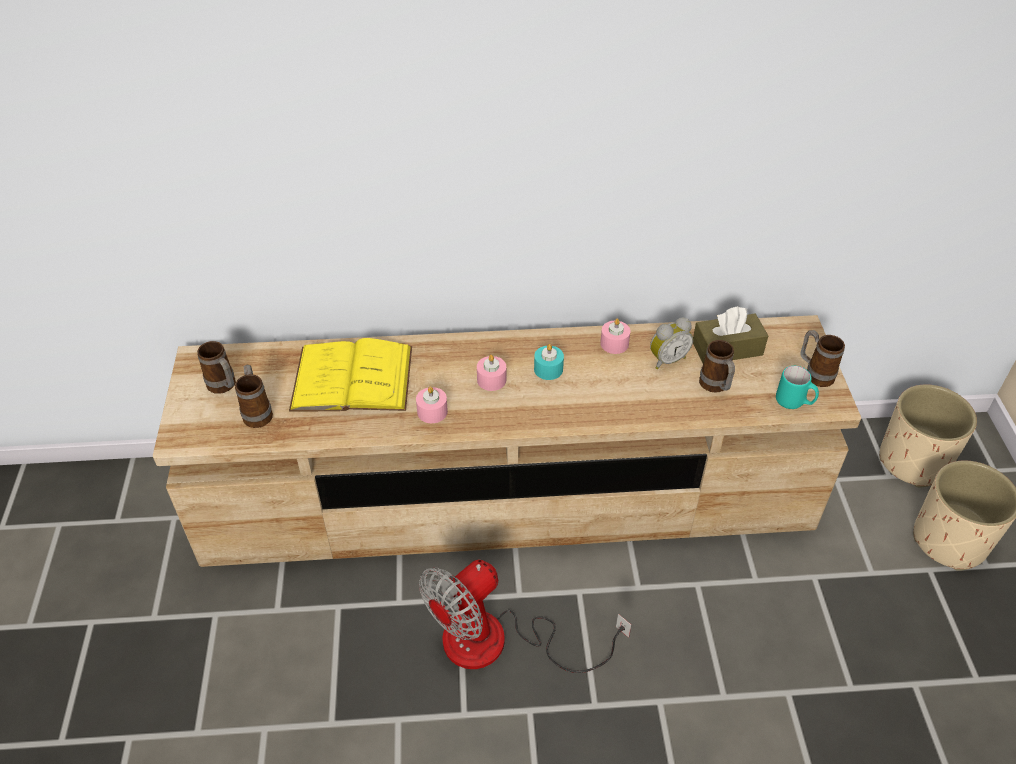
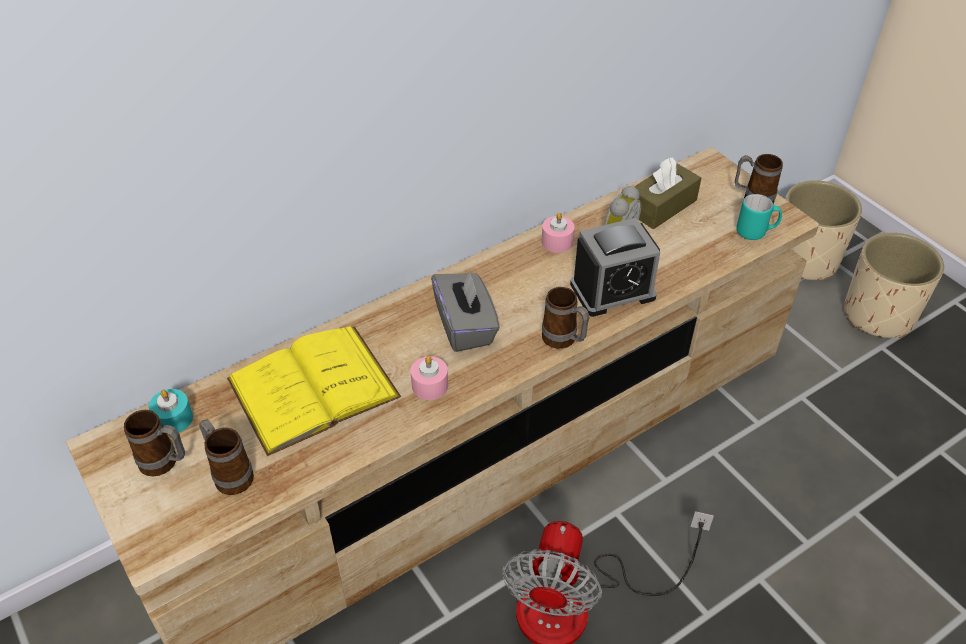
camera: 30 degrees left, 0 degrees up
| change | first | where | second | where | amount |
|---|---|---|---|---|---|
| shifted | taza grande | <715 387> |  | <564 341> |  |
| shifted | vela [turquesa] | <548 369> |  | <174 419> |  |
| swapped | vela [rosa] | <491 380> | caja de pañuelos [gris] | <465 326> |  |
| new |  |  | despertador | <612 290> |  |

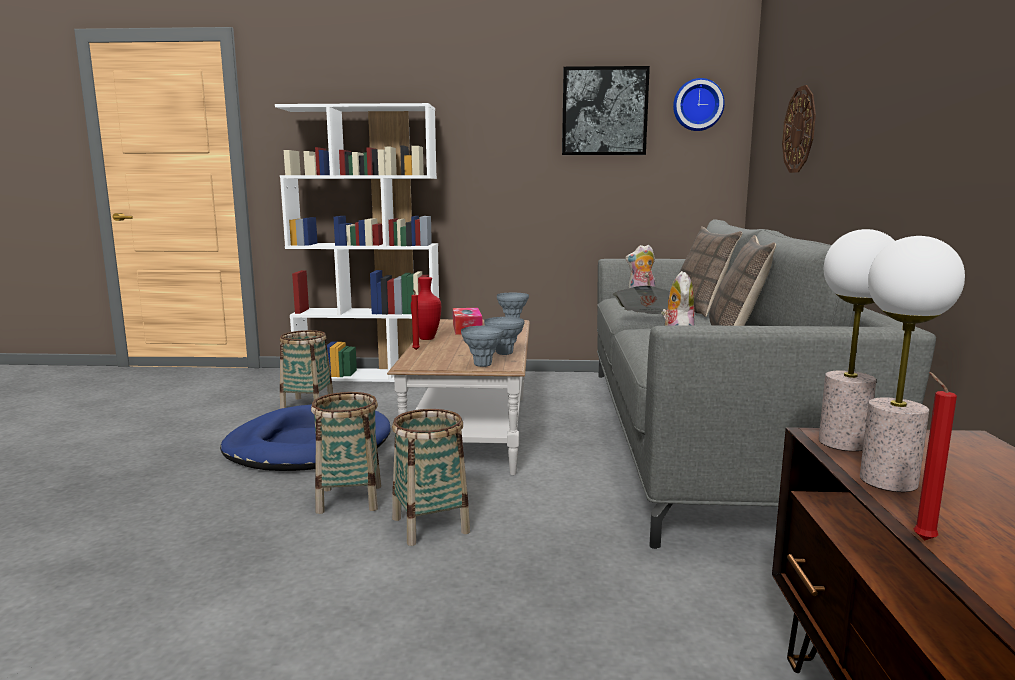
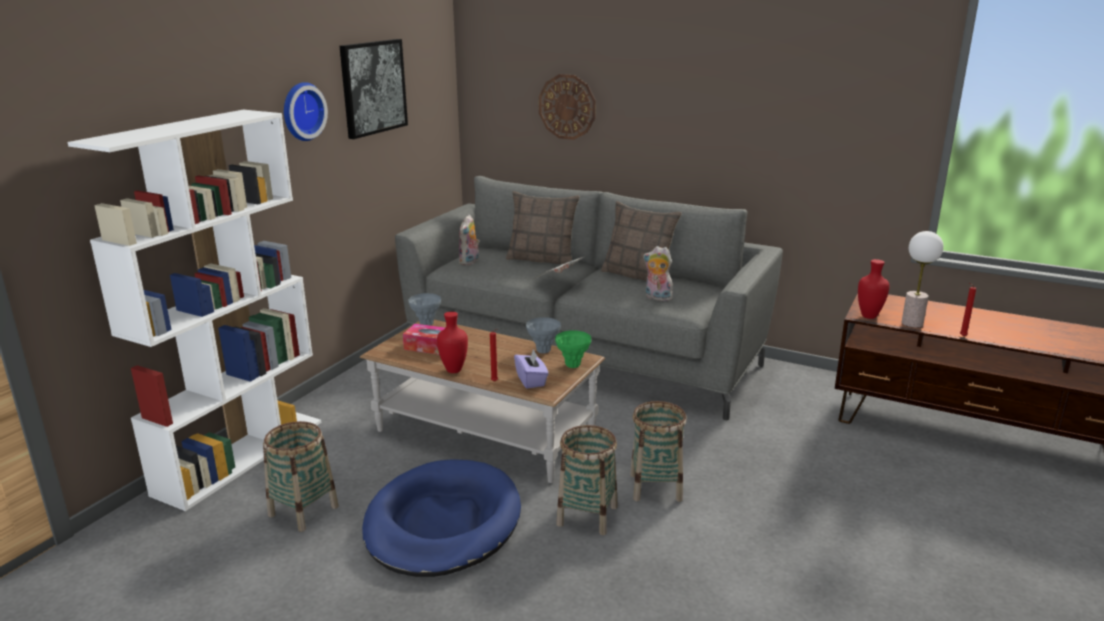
camera: 65 degrees left, 10 degrees up
| change | first | where | second | where | amount |
|---|---|---|---|---|---|
| shifted | reloj de pared | <697 105> |  | <301 111> |  |
| swapped | lámpara de mesa | <843 443> | florero [rojo] | <869 316> |  |
| repainted | florero [gris] | <482 365> | florero [verde] | <573 365> |  |
| new |  |  | caja de pañuelos [morado] | <531 380> |  |

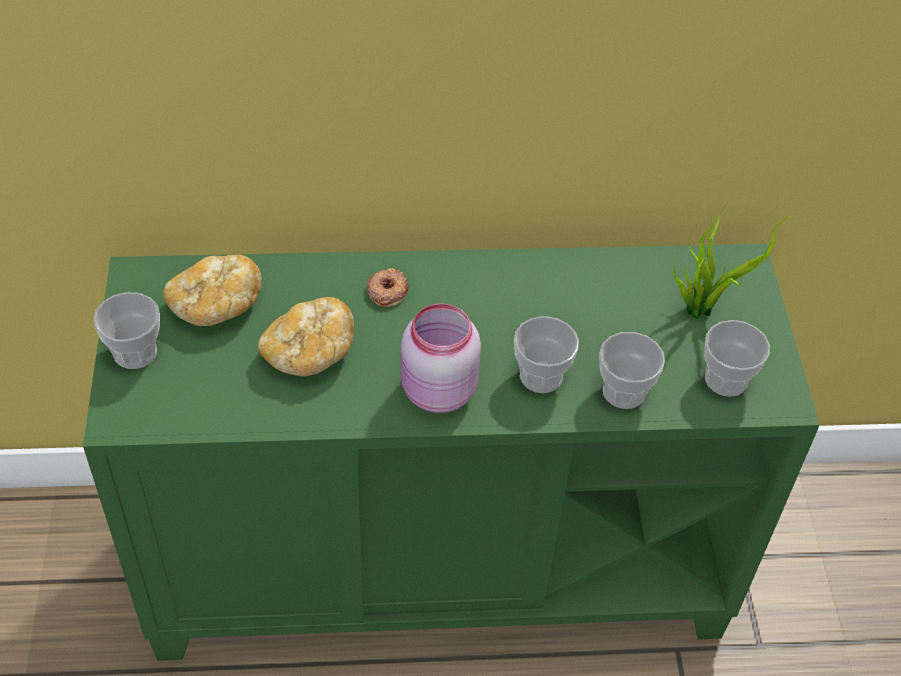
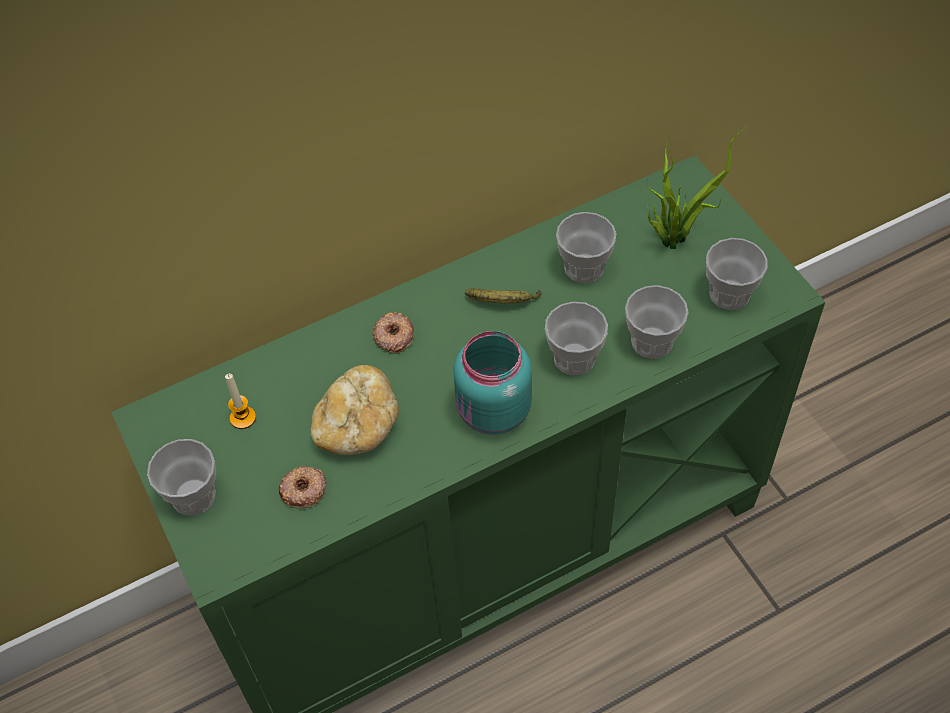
camera: 20 degrees left, 5 degrees up
| change | first | where | second | where | amount |
|---|---|---|---|---|---|
| swapped | pan | <215 306> | vela | <243 418> |  |
| repainted | tarro [rosa] | <436 392> | tarro [turquesa] | <492 412> |  |
| new |  |  | taza | <584 267> |  |
| new |  |  | plátano | <503 302> |  |
| new |  |  | rosquilla | <304 490> |  |

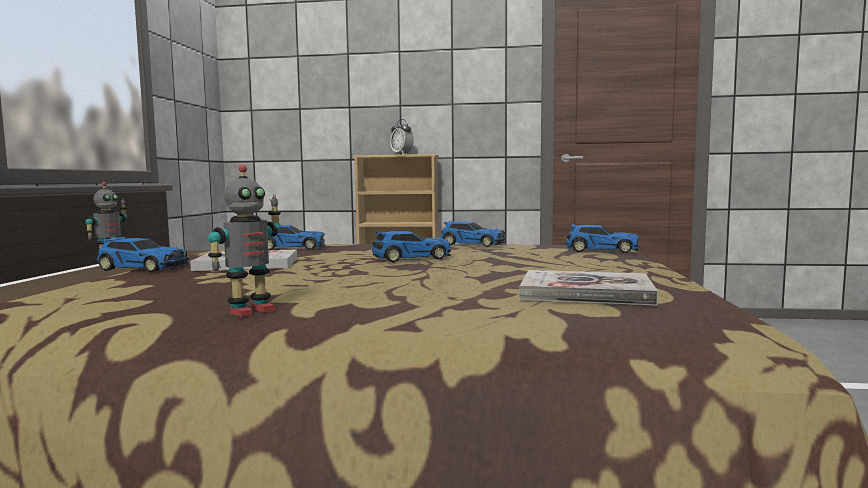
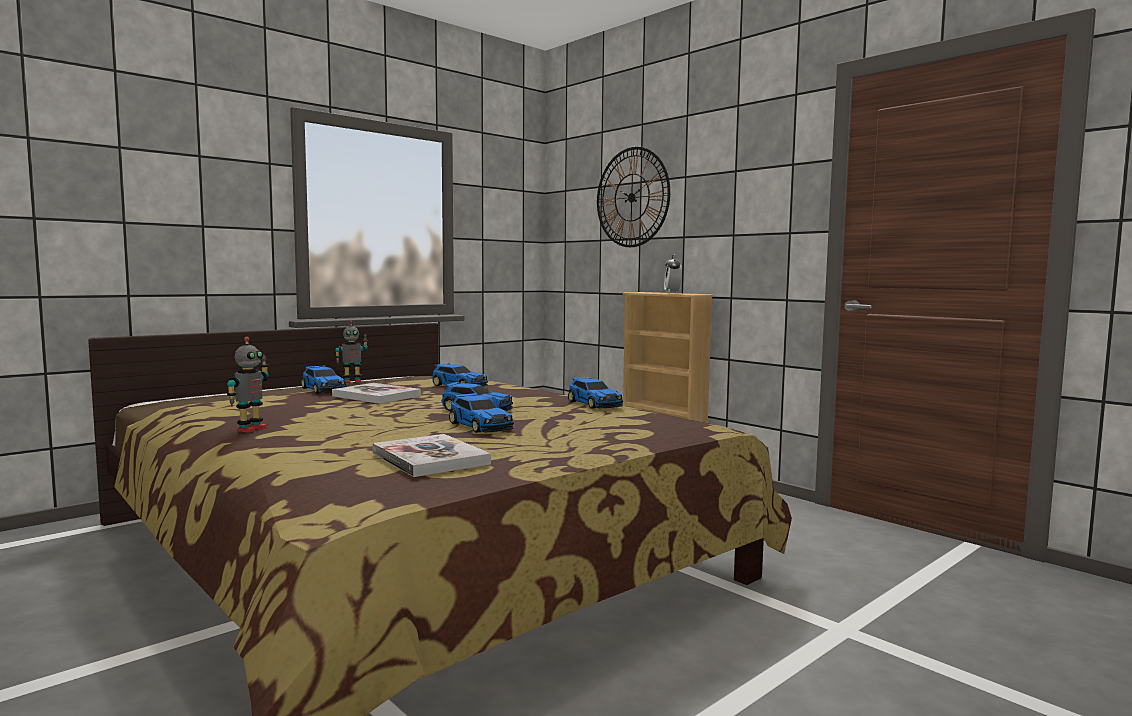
camera: 40 degrees right, 0 degrees up
| change | first | where | second | where | amount |
|---|---|---|---|---|---|
| rotated | robot de juguete | <250 311> |  | <251 429> | 60 degrees counterclockwise |
| shifted | coche de juguete | <600 250> |  | <480 426> |  |
| new |  |  | reloj de pared | <632 197> |  |

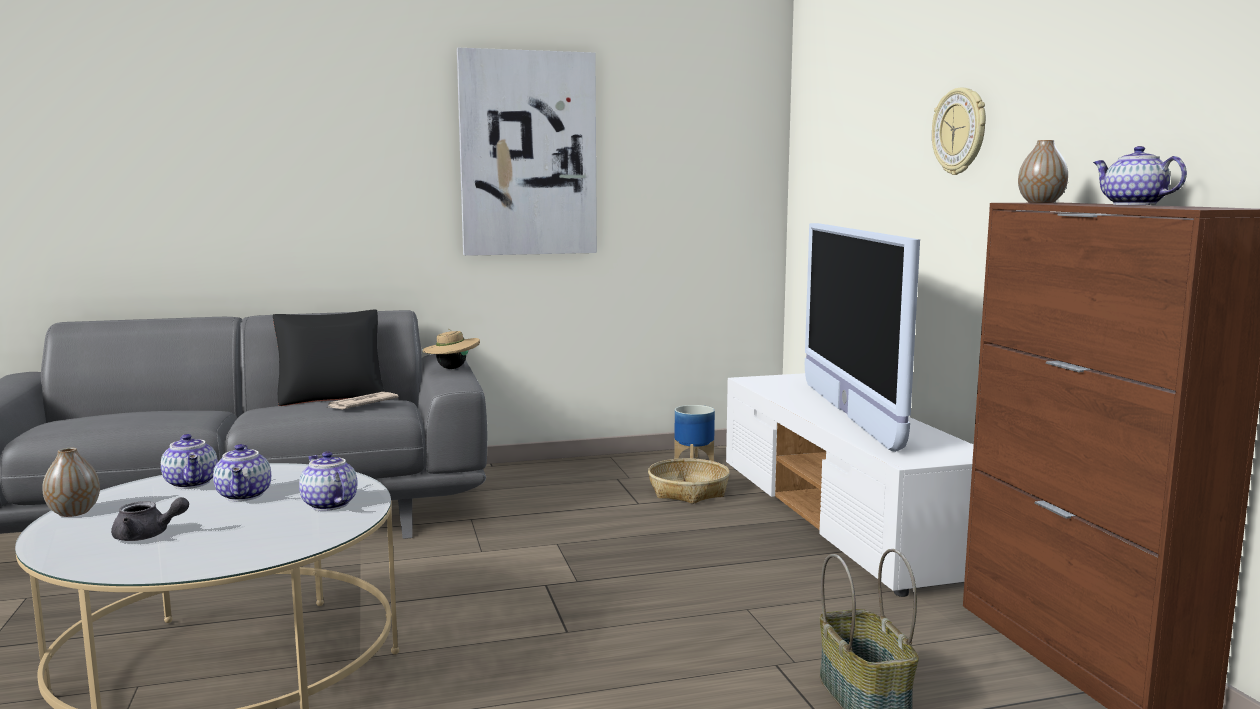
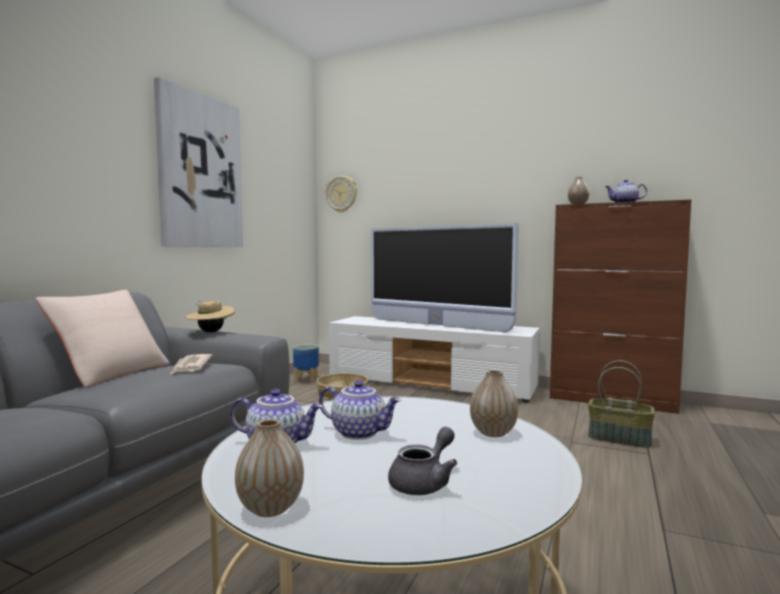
camera: 50 degrees left, 5 degrees down
| change | first | where | second | where | amount |
|---|---|---|---|---|---|
| shifted | reloj de pared | <960 131> |  | <341 194> |  |
| repainted | cojín [negro] | <331 396> | cojín [beis] | <110 372> |  |
| gone | tetera | <328 505> |  |  |  |
| new |  |  | florero | <493 433> |  |

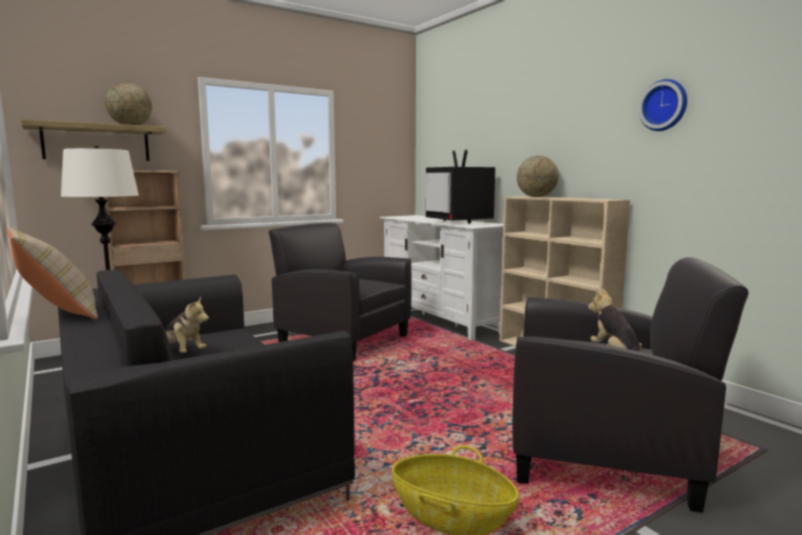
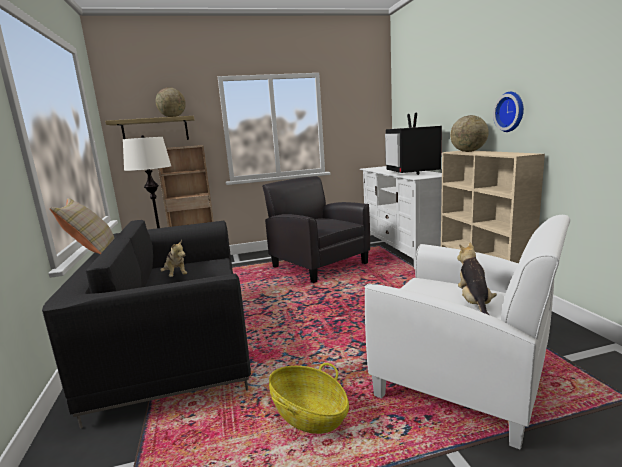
camera: 20 degrees right, 5 degrees up
| change | first | where | second | where | amount |
|---|---|---|---|---|---|
| shifted | reloj de pared | <664 105> |  | <511 111> |  |
| repainted | sillón [negro] | <602 453> | sillón [blanco] | <463 380> |  |

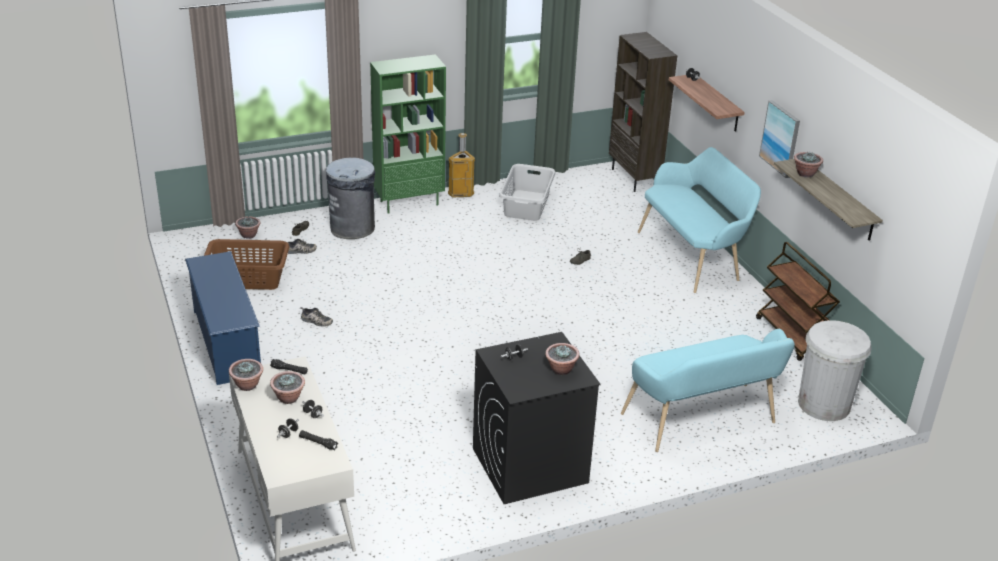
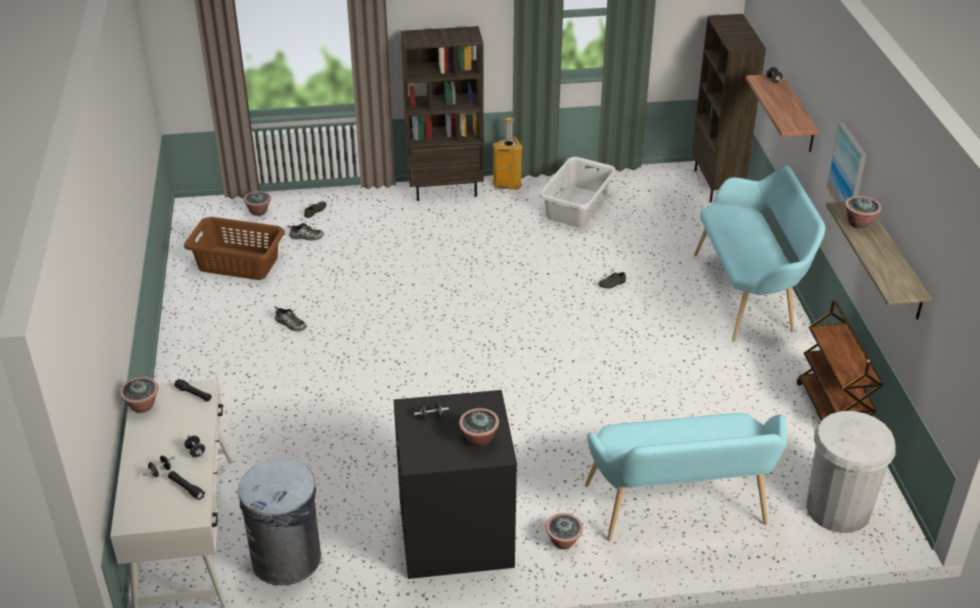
camera: 15 degrees right, 5 degrees up
| change | first | where | second | where | amount |
|---|---|---|---|---|---|
| repainted | estantería [verde] | <409 203> | estantería [marrón] | <446 190> |  |
| shifted | papelera [gris] | <353 228> |  | <287 558> |  |
| gone | zapatero [azul] | <226 343> |  |  |  |
| shifted | planta en maceta | <289 398> |  | <563 542> |  |

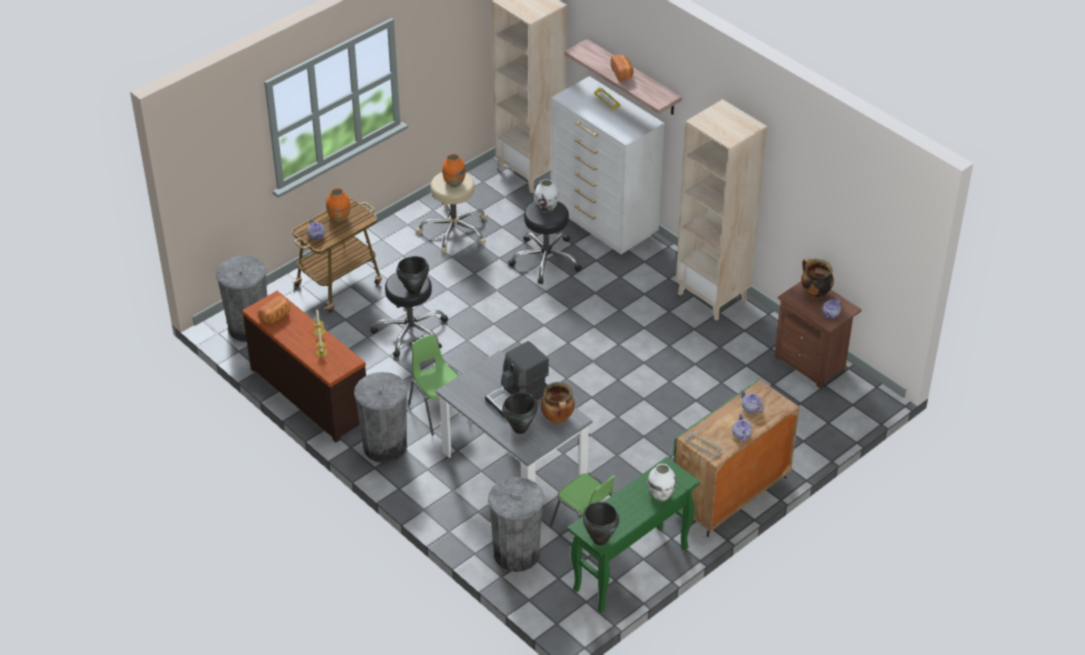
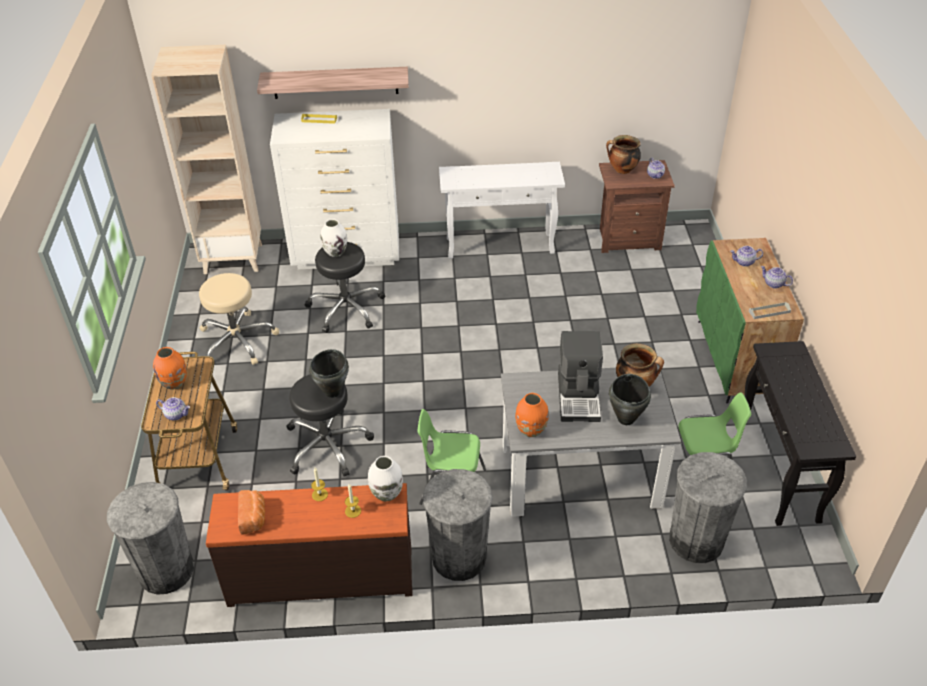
camera: 50 degrees left, 0 degrees up
| change | first | where | second | where | amount |
|---|---|---|---|---|---|
| gone | pan | <622 73> |  |  |  |
| swapped | estantería [beis] | <713 297> | mesa consola [blanco] | <501 246> |  |
| shifted | florero [naranja] | <454 183> |  | <531 431> |  |
| repainted | mesa consola [verde] | <630 570> | mesa consola [negro] | <779 471> |  |
| shifted | florero [blanco] | <660 495> |  | <386 494> |  |
| gone | olla [negro] | <600 540> |  |  |  |

